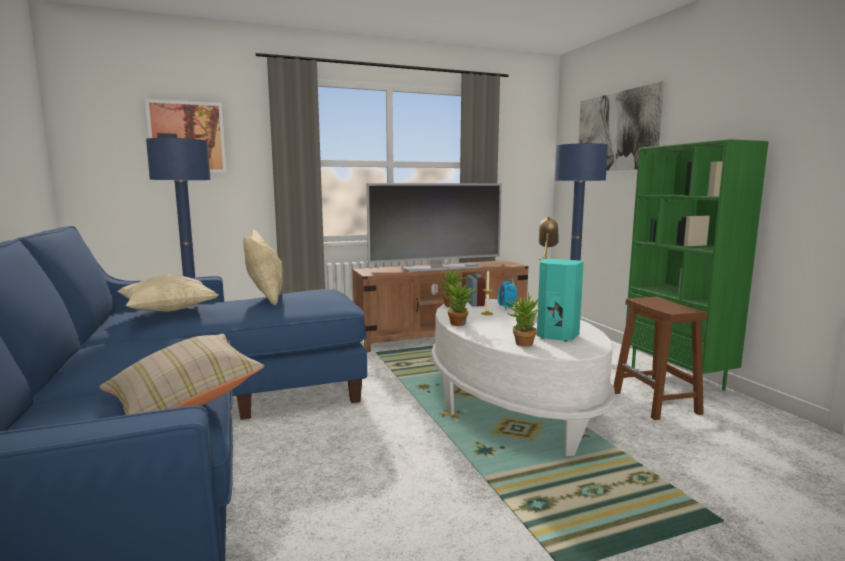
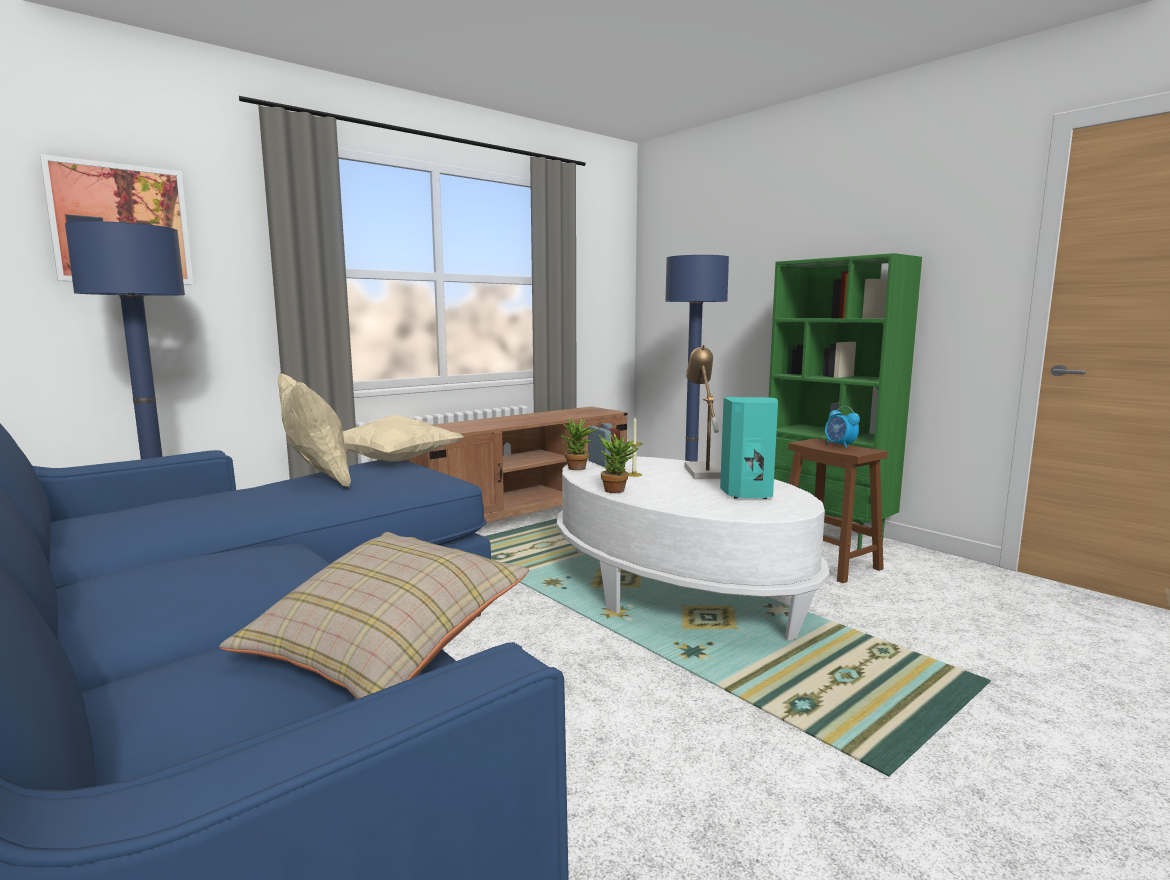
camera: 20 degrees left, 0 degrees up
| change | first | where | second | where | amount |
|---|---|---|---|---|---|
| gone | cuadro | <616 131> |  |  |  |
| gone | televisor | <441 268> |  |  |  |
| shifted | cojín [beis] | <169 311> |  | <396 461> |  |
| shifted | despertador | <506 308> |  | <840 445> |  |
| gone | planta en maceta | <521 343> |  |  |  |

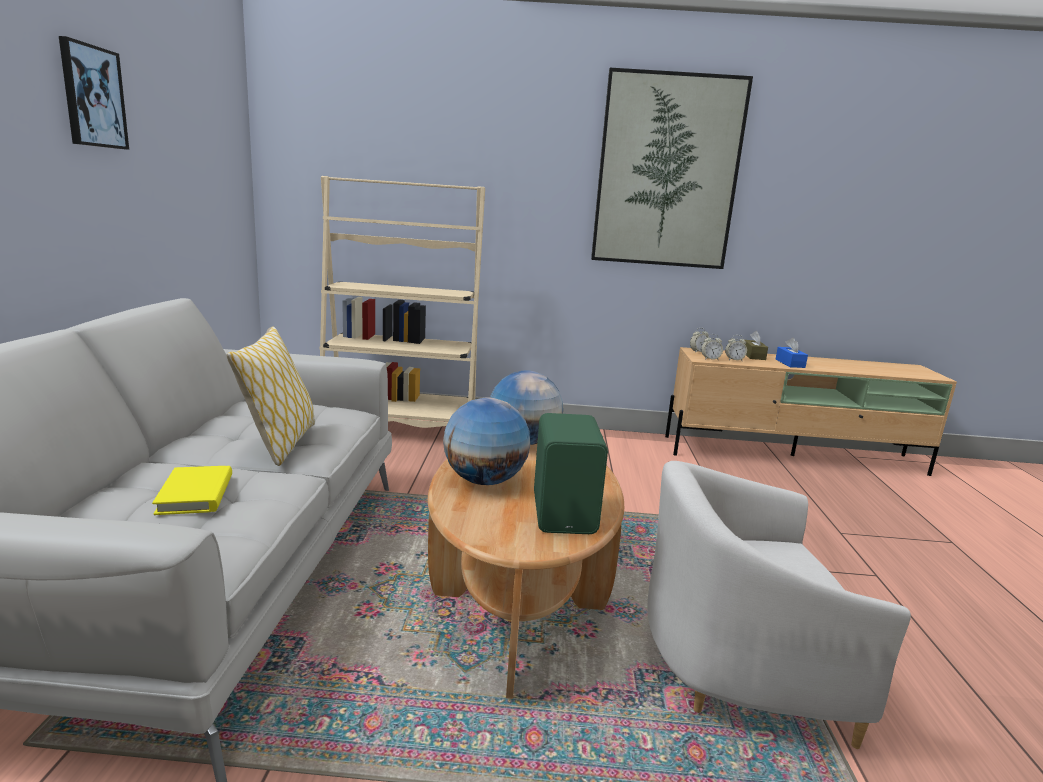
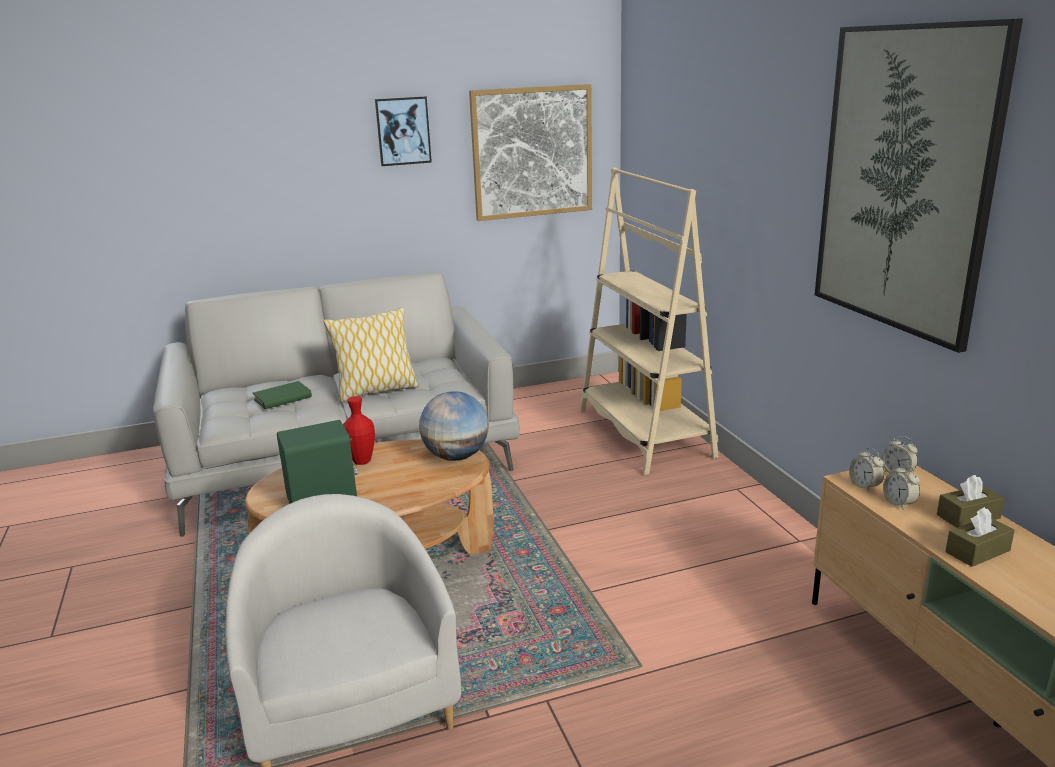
camera: 70 degrees right, 5 degrees up
| change | first | where | second | where | amount |
|---|---|---|---|---|---|
| repainted | caja de pañuelos [azul] | <790 363> | caja de pañuelos [marrón] | <977 551> |  |
| swapped | globo terráqueo | <484 481> | florero [rojo] | <362 461> |  |
| repainted | libro [amarillo] | <195 494> | libro [verde] | <282 398> |  |
| new |  |  | cuadro | <532 152> |  |

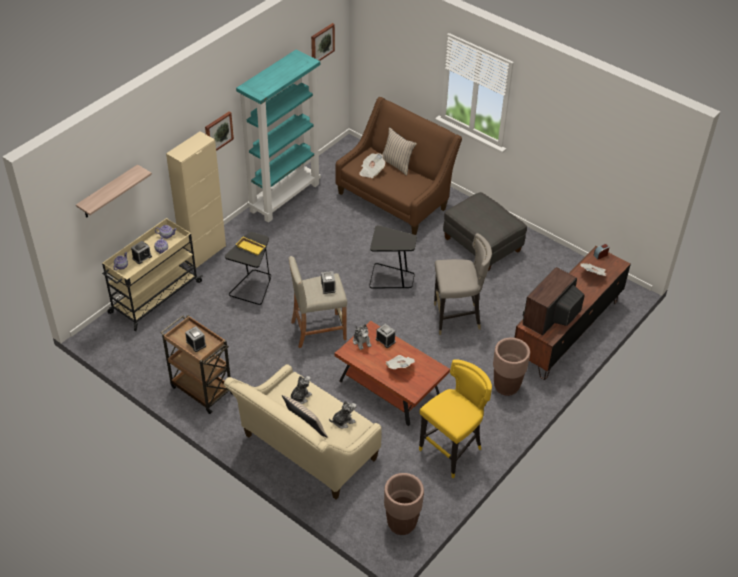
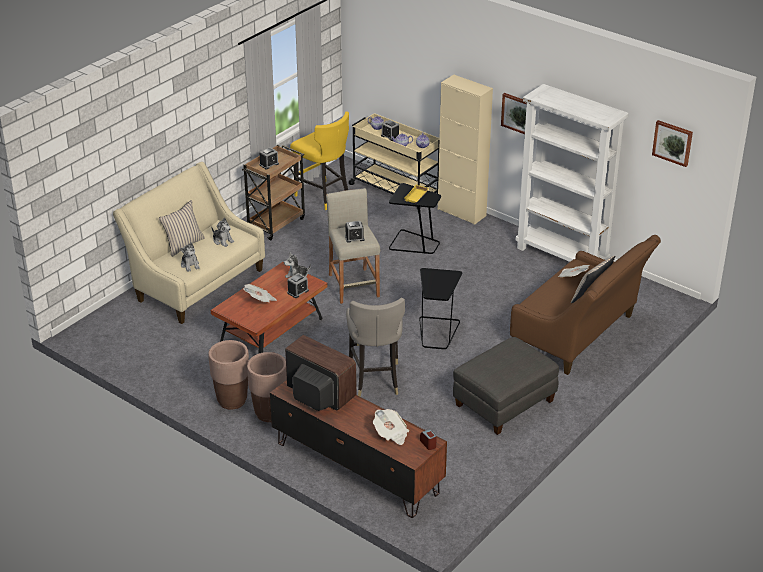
camera: 90 degrees right, 10 degrees down
| change | first | where | second | where | amount |
|---|---|---|---|---|---|
| repainted | estantería [turquesa] | <284 197> | estantería [blanco] | <562 257> |  |
| gone | estante | <108 192> |  |  |  |
| shifted | taburete [amarillo] | <452 451> |  | <323 196> |  |
| shifted | maceta [marrón] | <401 524> |  | <232 401> |  |

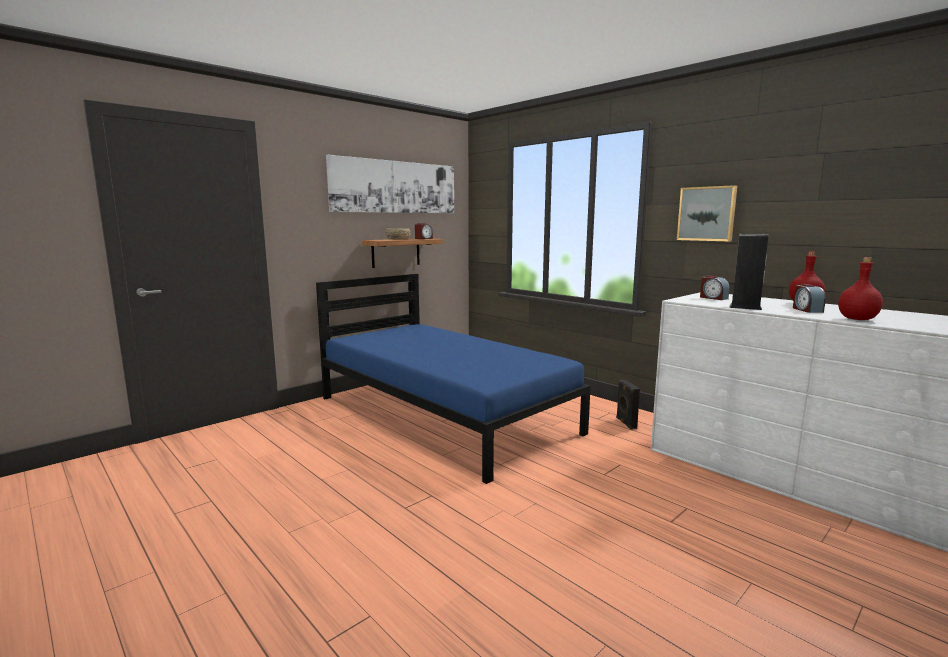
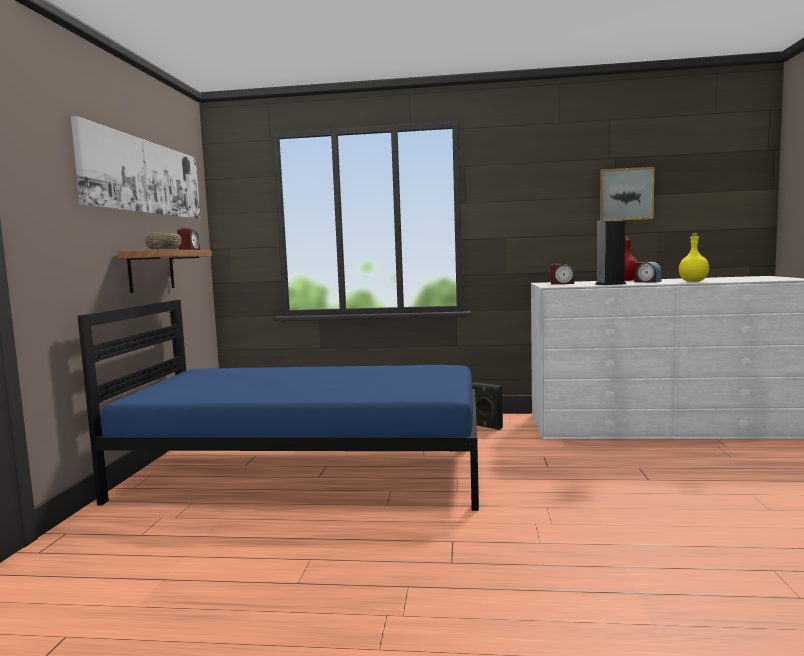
camera: 40 degrees left, 5 degrees down
| change | first | where | second | where | amount |
|---|---|---|---|---|---|
| shifted | cuadro | <707 214> |  | <625 194> |  |
| repainted | botella [rojo] | <858 319> | botella [amarillo] | <694 281> |  |

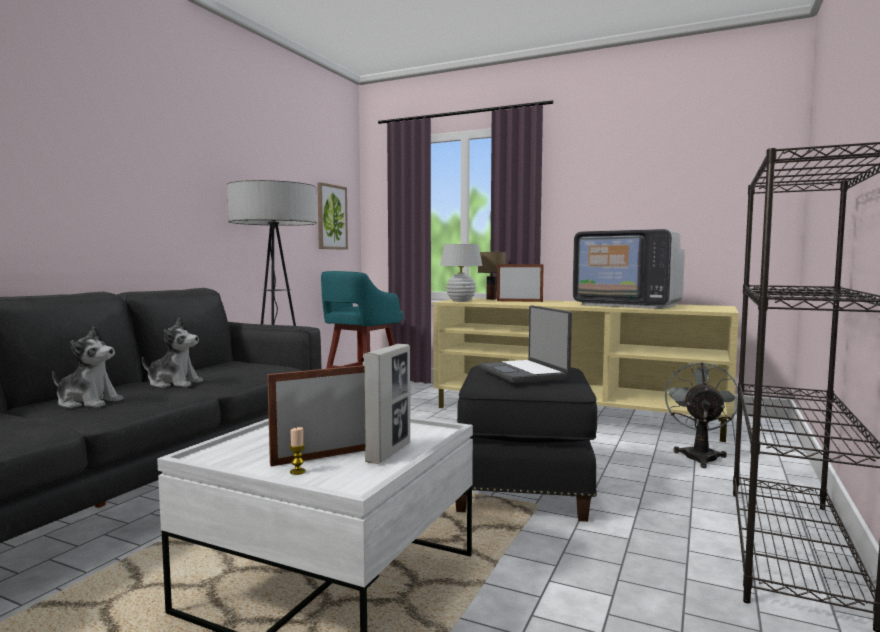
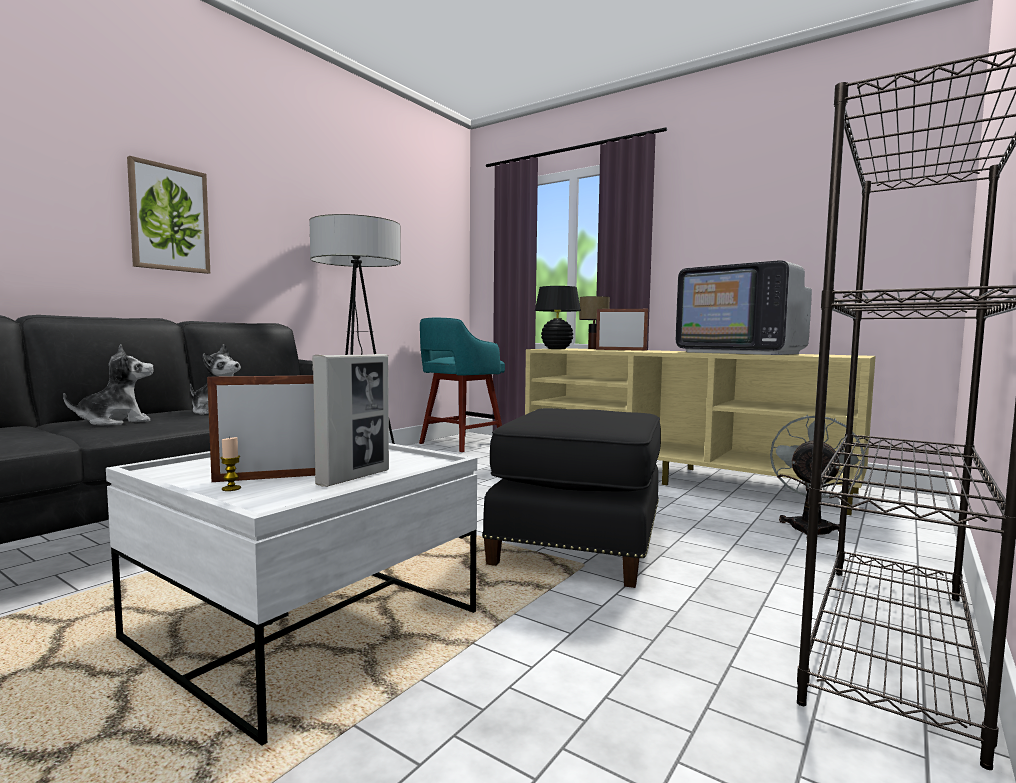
camera: 10 degrees right, 0 degrees up
| change | first | where | second | where | amount |
|---|---|---|---|---|---|
| shifted | cuadro | <331 217> |  | <169 218> |  |
| repainted | lámpara de mesa [blanco] | <460 301> | lámpara de mesa [negro] | <556 349> |  |
| gone | portátil | <524 373> |  |  |  |
| rotated | peluche | <88 402> |  | <116 422> | 60 degrees counterclockwise |

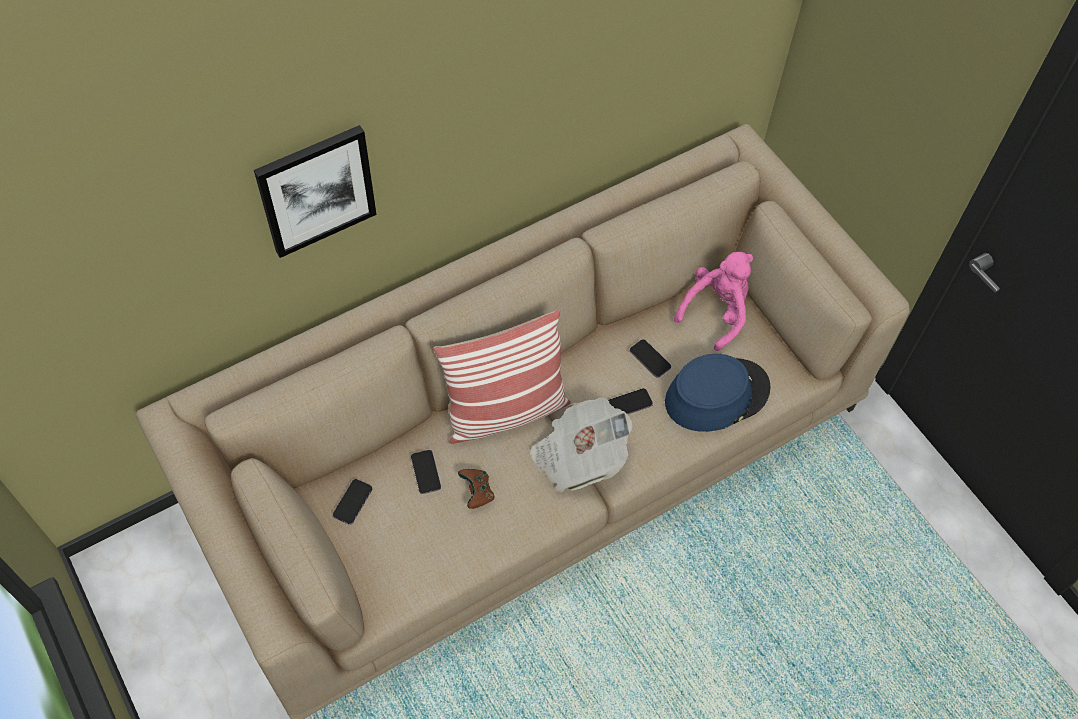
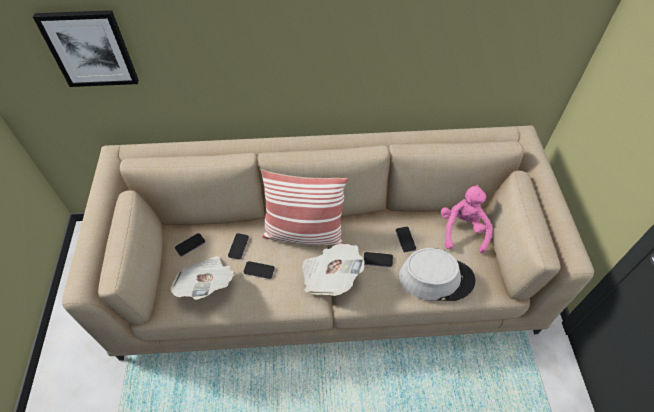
camera: 30 degrees right, 5 degrees down
| change | first | where | second | where | amount |
|---|---|---|---|---|---|
| shifted | cuadro | <316 190> |  | <90 49> |  |
| rotated | peluche [rosa] | <716 312> |  | <462 230> | 60 degrees counterclockwise |
| repainted | sombrero [azul] | <716 395> | sombrero [gris] | <436 278> |  |
| swapped | mando de consola [marrón] | <477 492> | móvil | <259 270> |  |
| new |  |  | periódico | <207 284> |  |

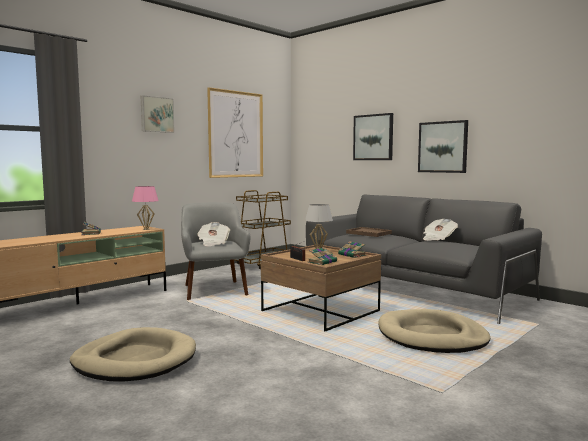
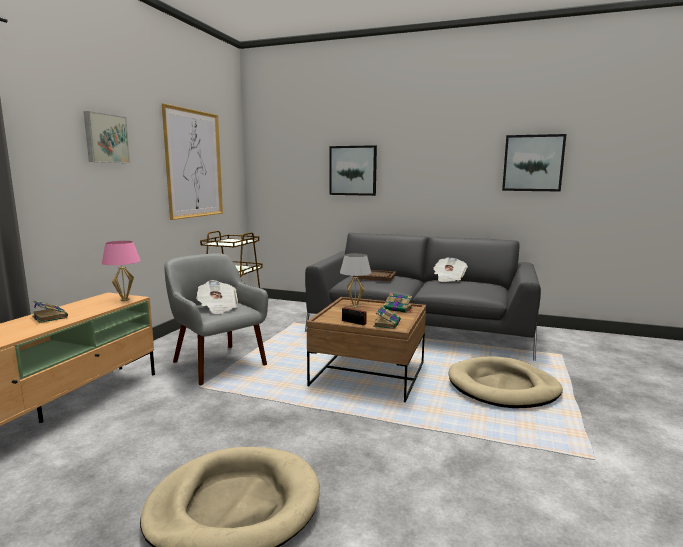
camera: 25 degrees left, 5 degrees up
| change | first | where | second | where | amount |
|---|---|---|---|---|---|
| shifted | cuadro | <443 147> |  | <533 163> |  |

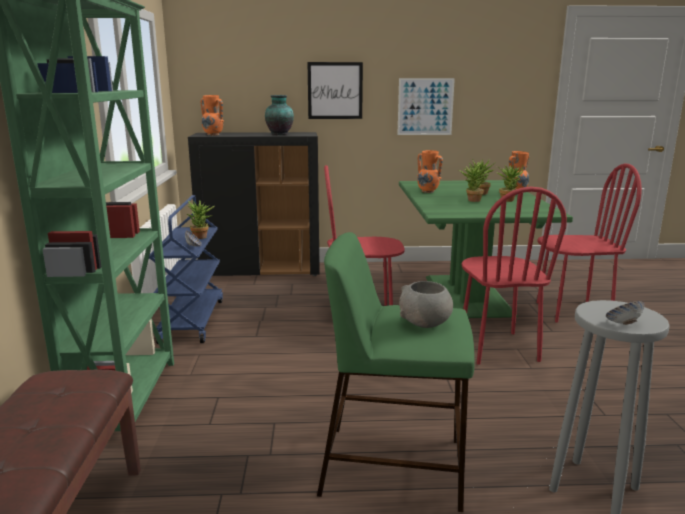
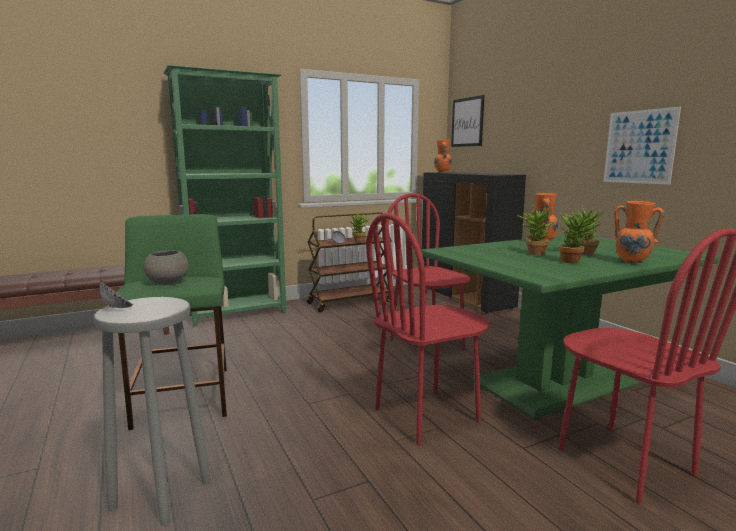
camera: 65 degrees right, 5 degrees down
| change | first | where | second | where | amount |
|---|---|---|---|---|---|
| shifted | cuadro | <335 90> |  | <467 122> |  |
| gone | florero | <280 134> |  |  |  |
| repainted | carrito [azul] | <192 320> | carrito [marrón] | <350 302> |  |

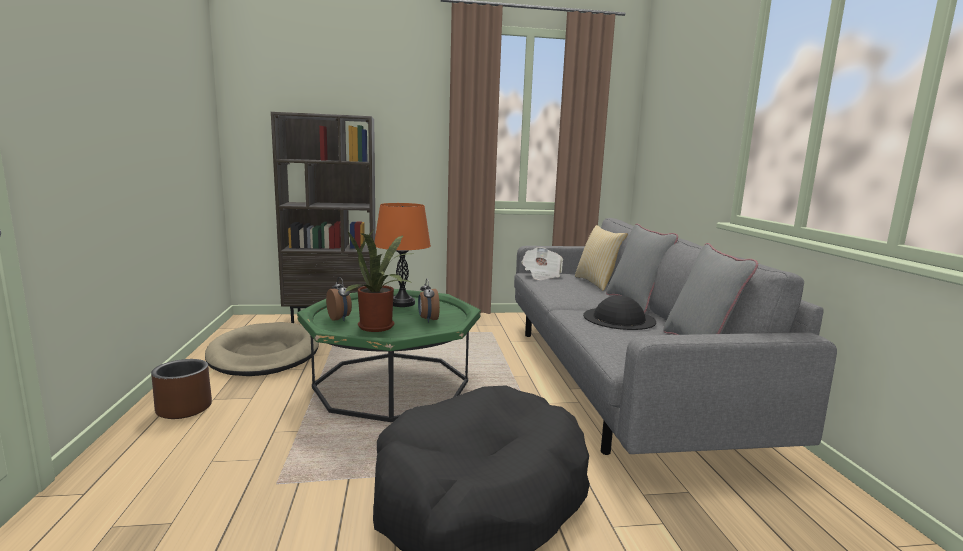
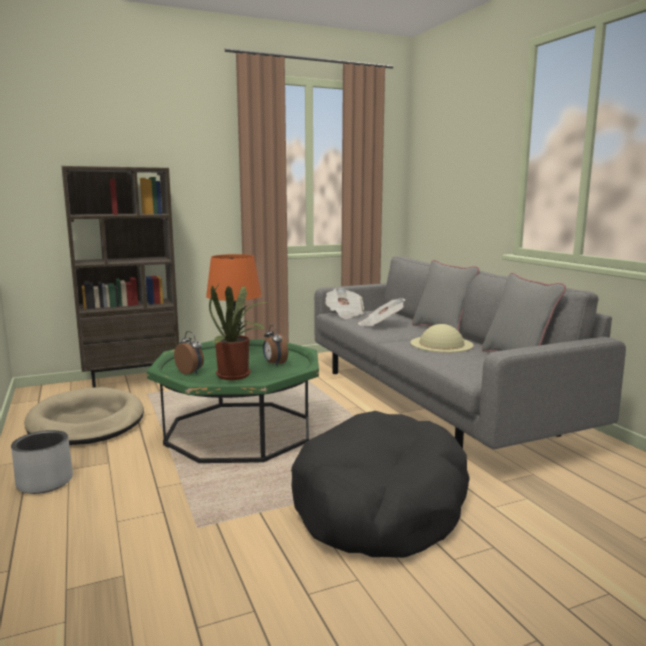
camera: 15 degrees left, 0 degrees up
| change | first | where | second | where | amount |
|---|---|---|---|---|---|
| gone | cojín | <597 283> |  |  |  |
| repainted | sombrero [negro] | <619 318> | sombrero [beis] | <441 344> |  |
| repainted | maceta [marrón] | <184 408> | maceta [gris] | <45 482> |  |
| new |  |  | periódico | <381 324> |  |

